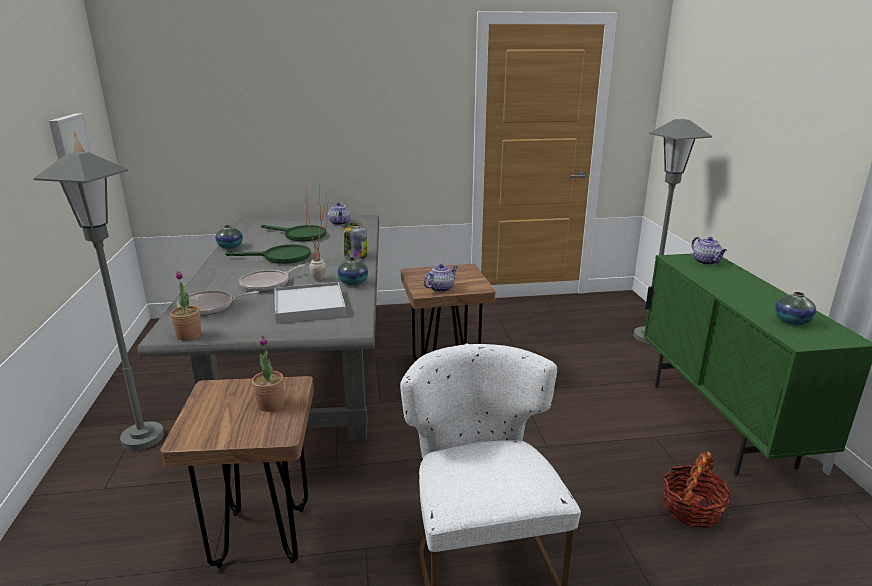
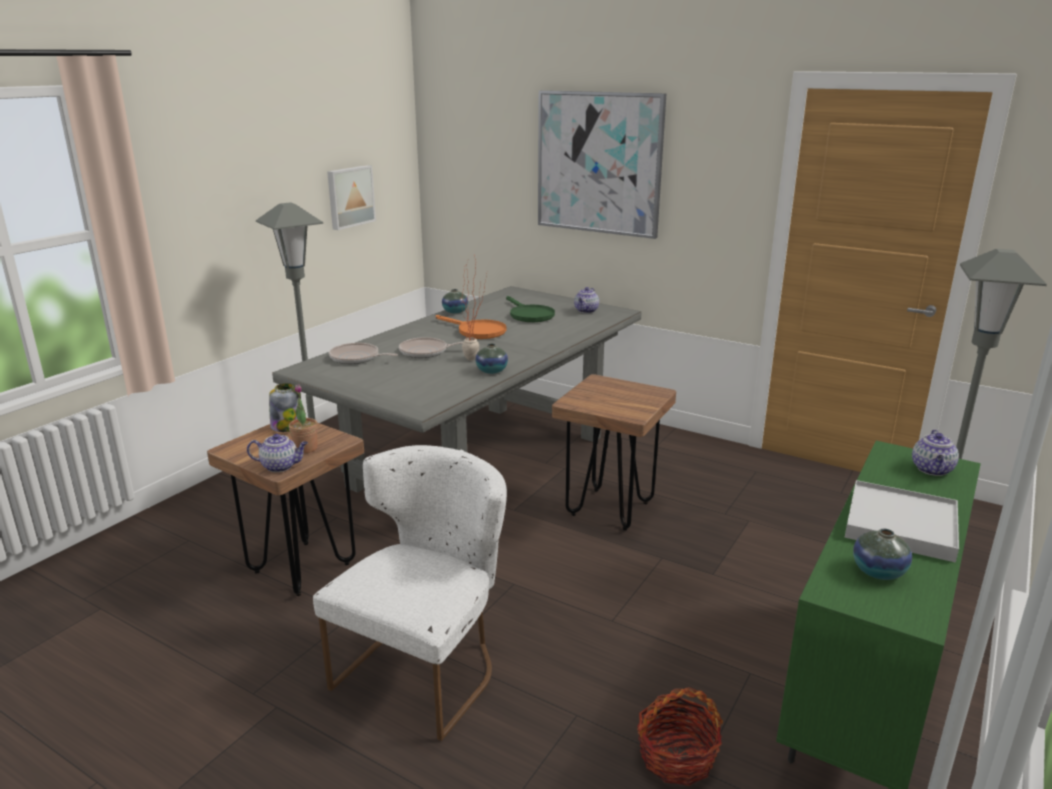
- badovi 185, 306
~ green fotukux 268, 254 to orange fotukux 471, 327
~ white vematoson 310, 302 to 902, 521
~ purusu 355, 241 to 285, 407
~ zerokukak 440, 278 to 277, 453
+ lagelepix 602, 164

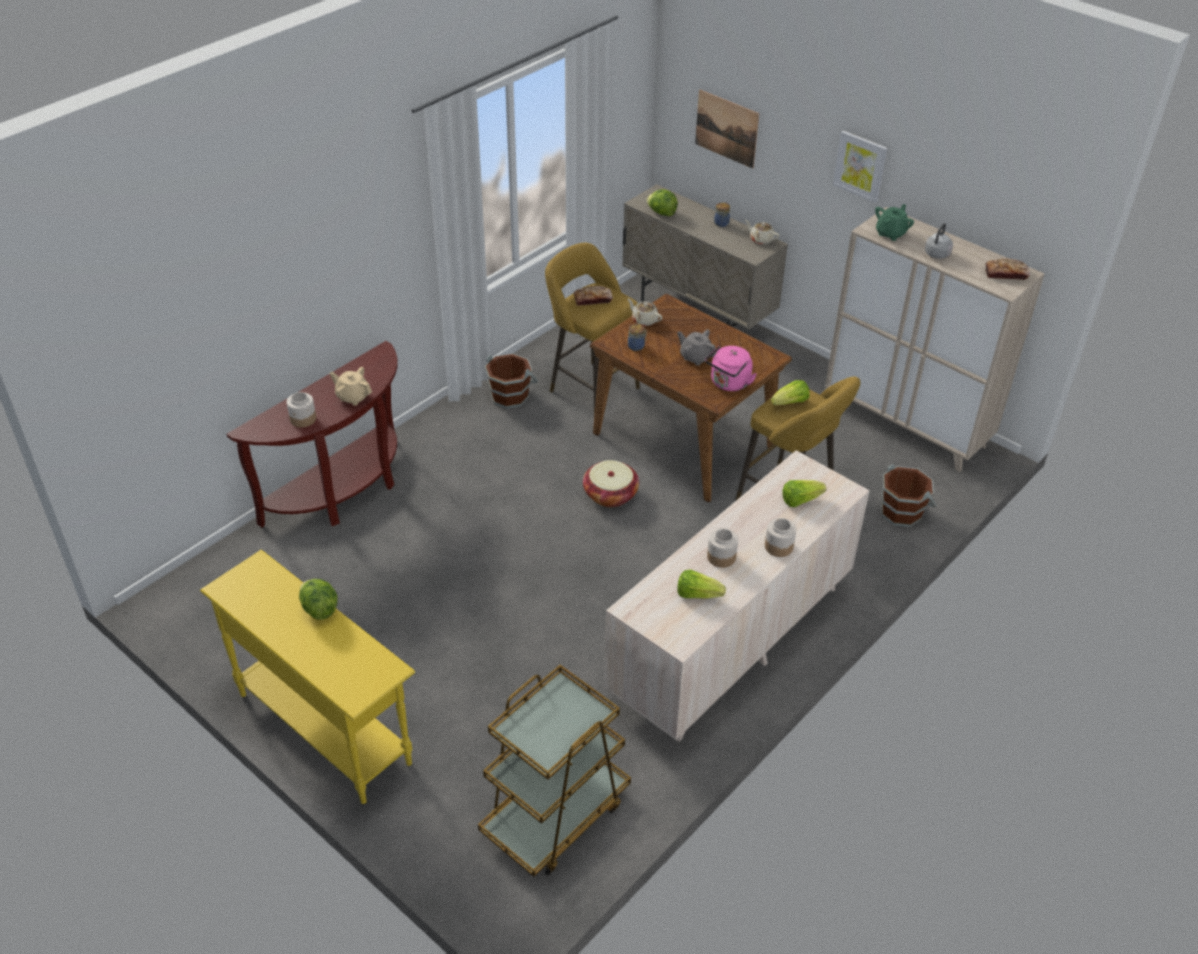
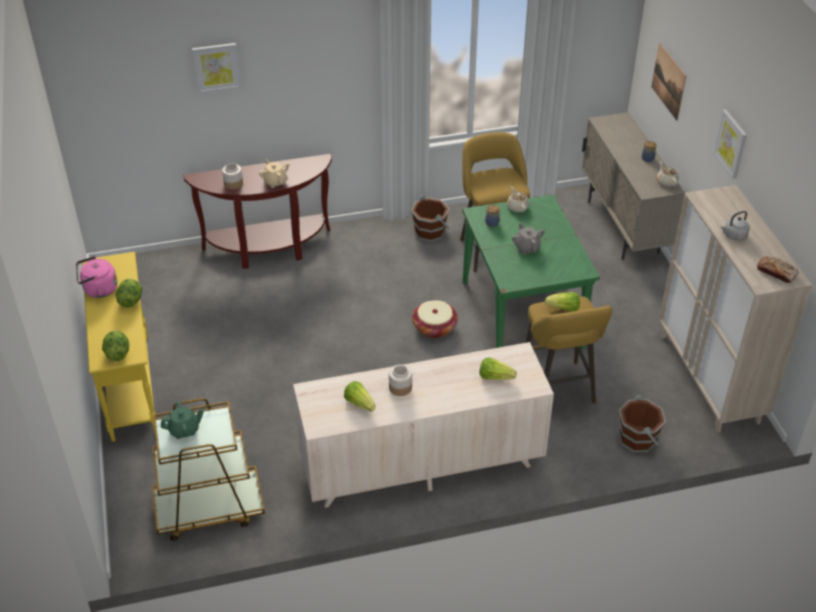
- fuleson 593, 296
~ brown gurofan 691, 398 to green gurofan 531, 271
~ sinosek 662, 202 to 115, 346
~ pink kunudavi 731, 368 to 96, 277
- purusu 780, 537
~ green zerokukak 894, 222 to 182, 420
+ lagelepix 216, 68

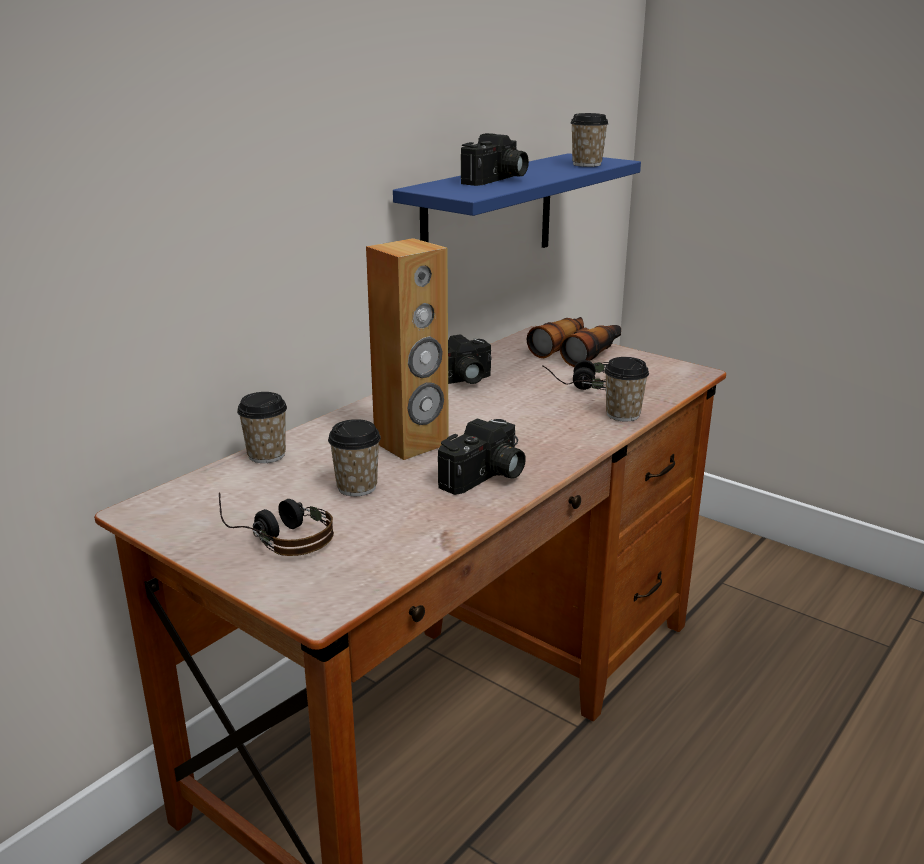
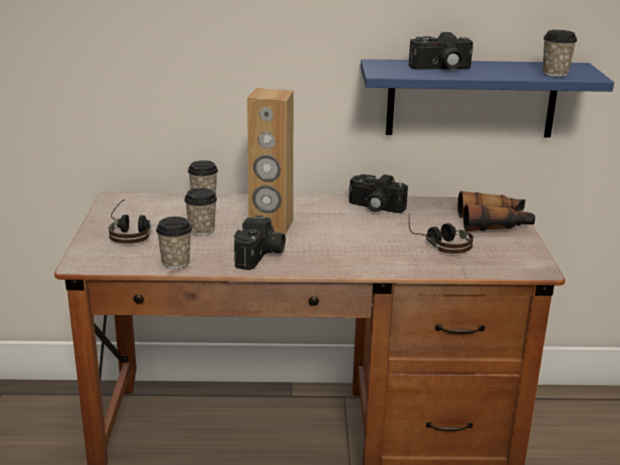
~ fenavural 482, 456 = 260, 243 75 degrees counterclockwise
~ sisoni 626, 389 to 174, 243

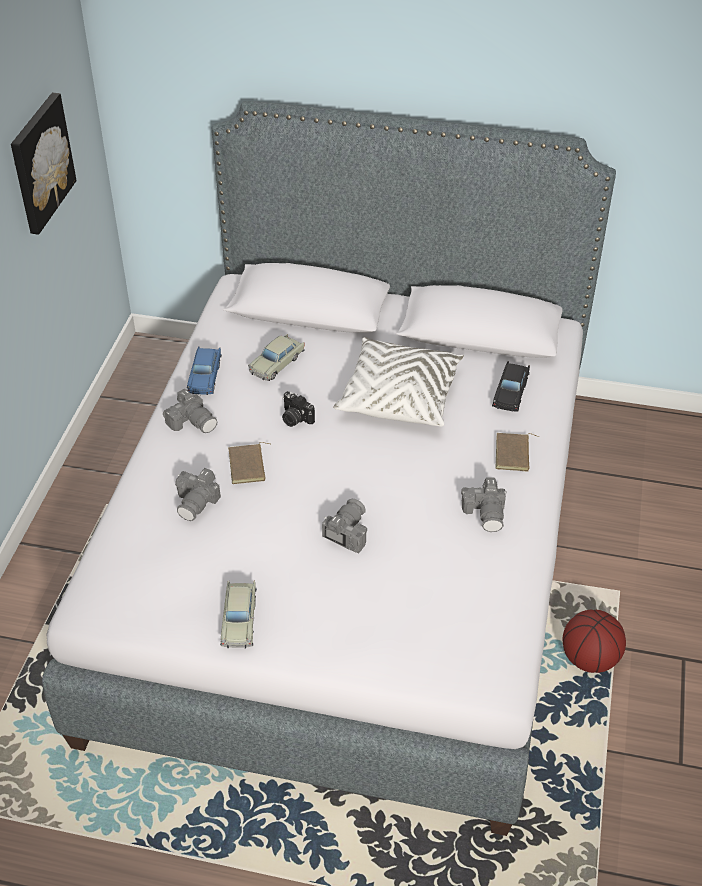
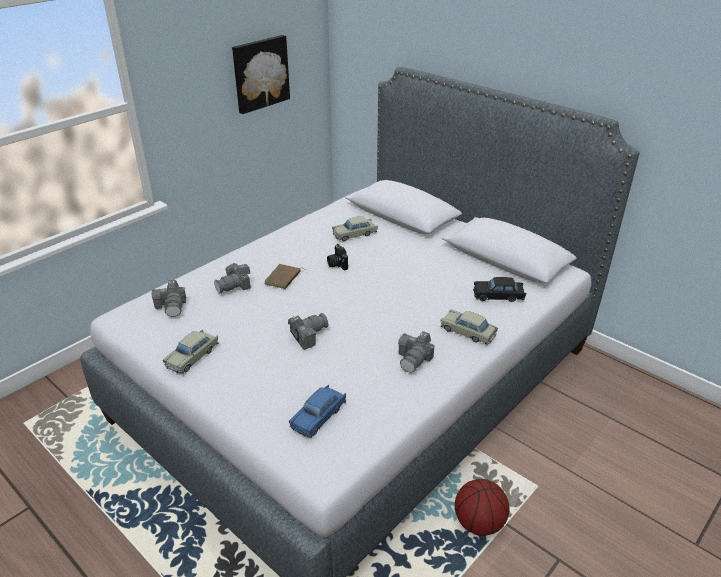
~ fenavural 190, 411 to 169, 298
~ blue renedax 204, 370 to 317, 411
- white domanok 398, 382
~ black renedax 511, 386 = 499, 289 45 degrees clockwise
~ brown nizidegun 517, 452 to beige renedax 469, 327

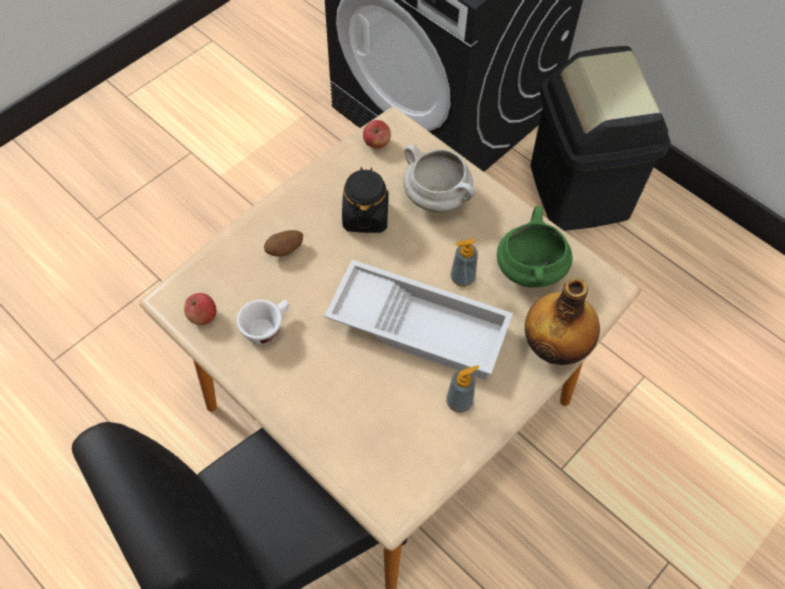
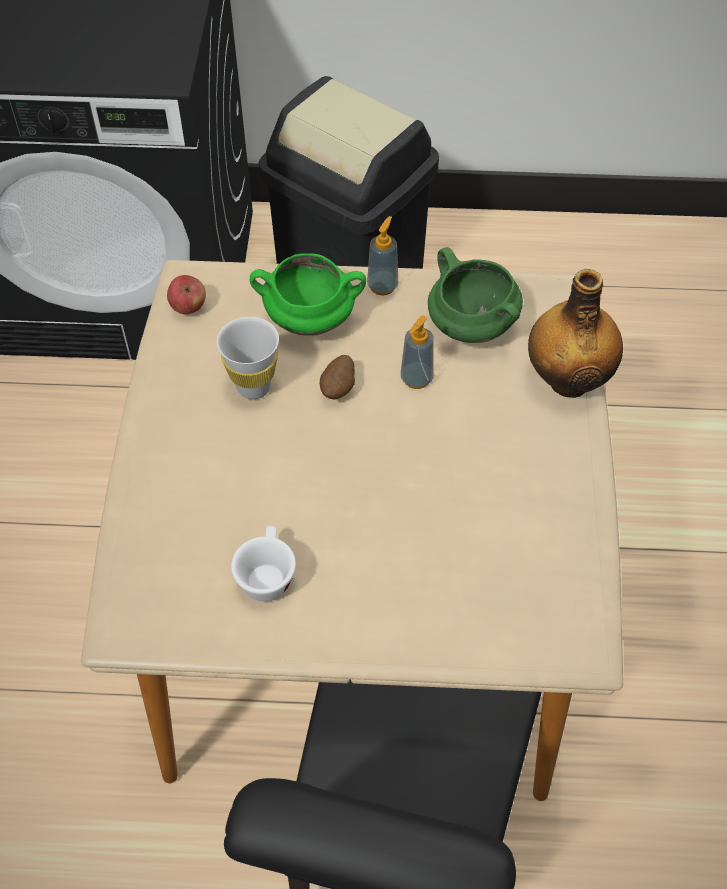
- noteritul 200, 309
~ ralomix 283, 243 to 337, 377
- white vematoson 418, 320
~ black purusu 365, 200 to white sisoni 248, 358
~ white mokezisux 439, 178 to green mokezisux 308, 294
~ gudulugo 462, 389 to 382, 256

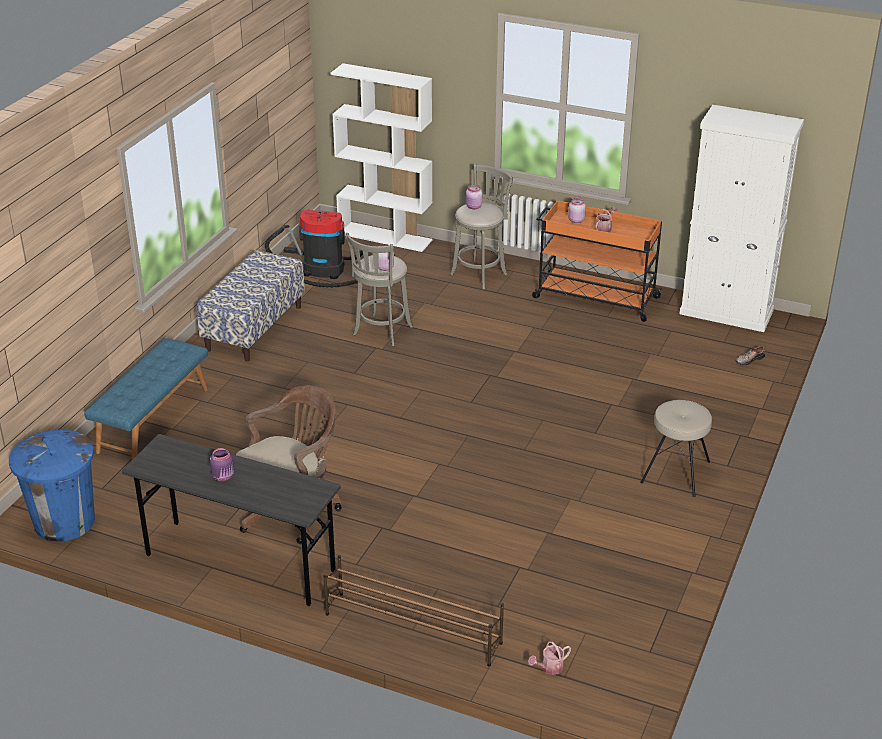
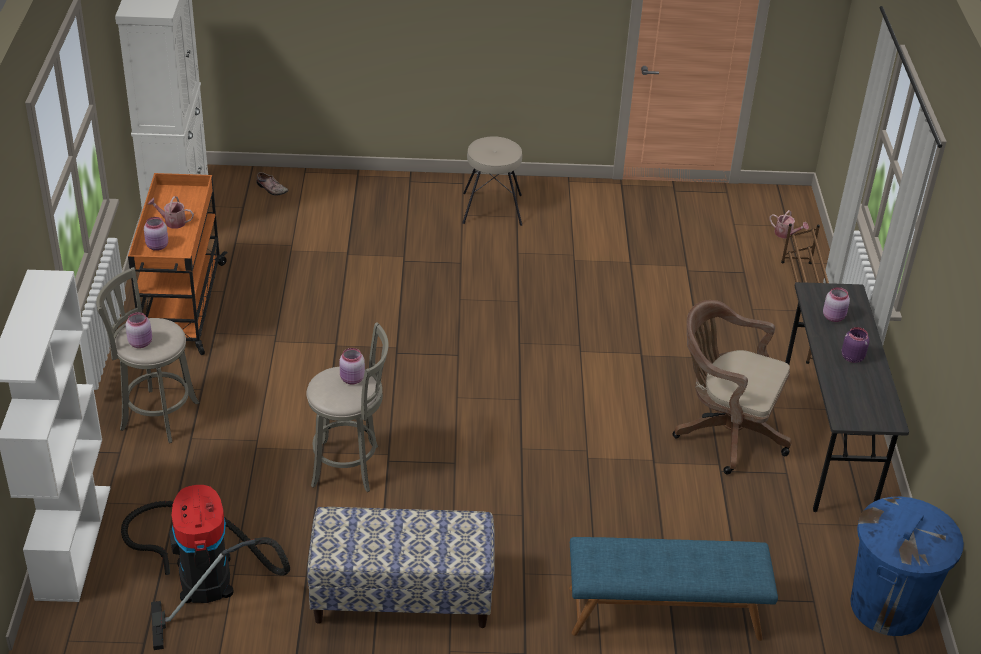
+ pink purusu 836, 304

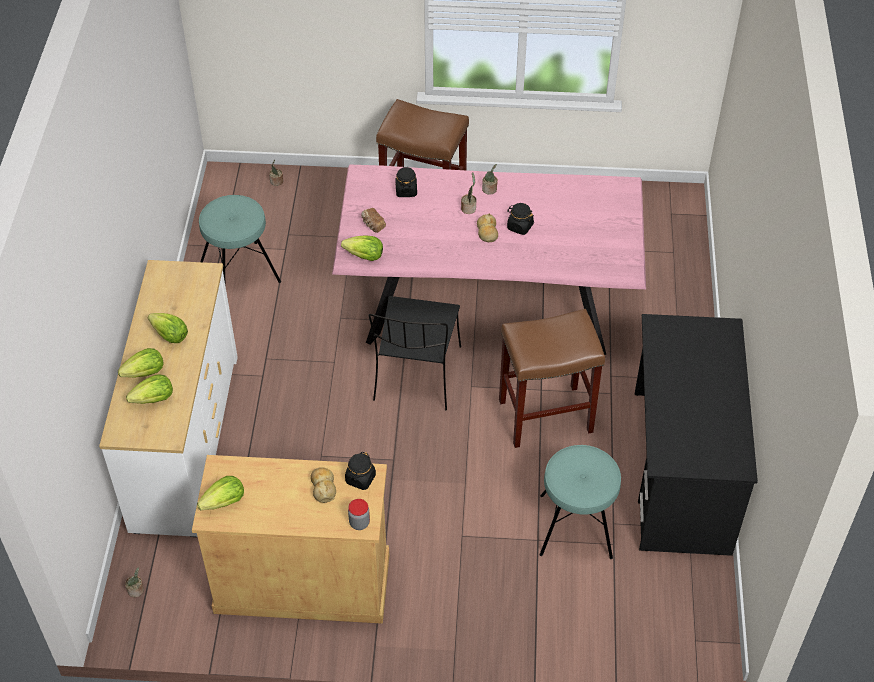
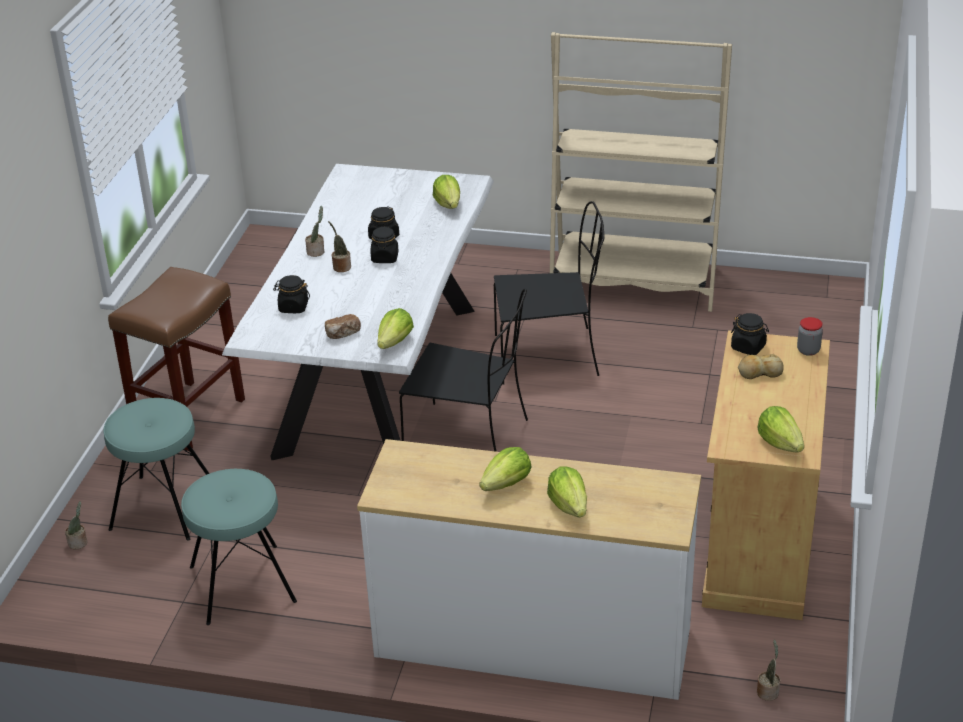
~ sinosek 149, 389 to 446, 192
~ pink gurofan 489, 259 to white gurofan 358, 312
~ fuleson 487, 228 to black purusu 385, 244
~ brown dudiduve 552, 378 to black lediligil 549, 293
~ turquoise dudiduve 580, 502 to 156, 469
~ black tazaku 696, 435 to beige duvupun 641, 172

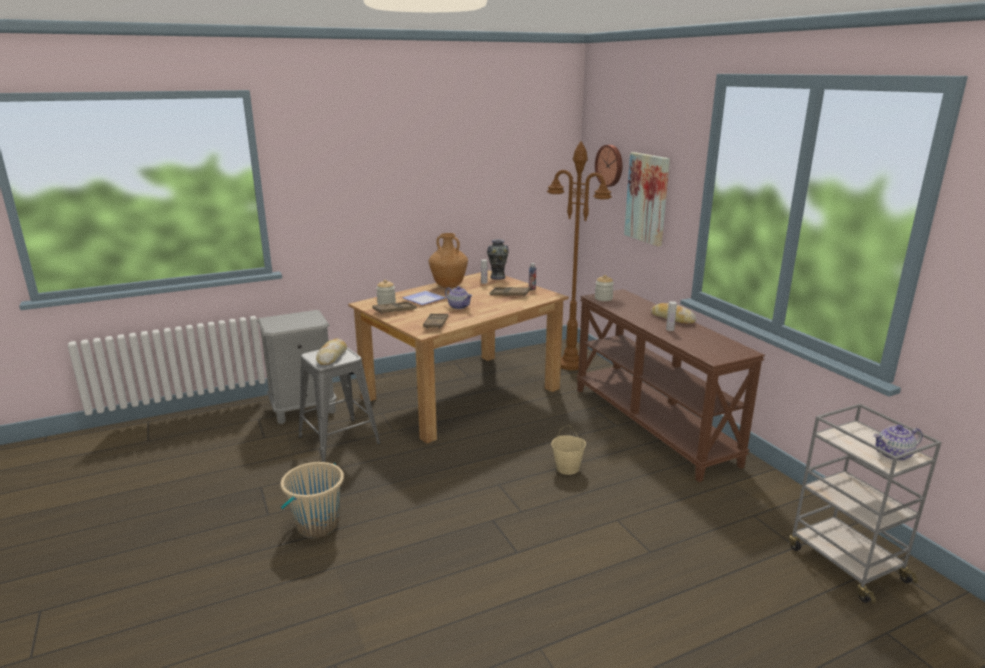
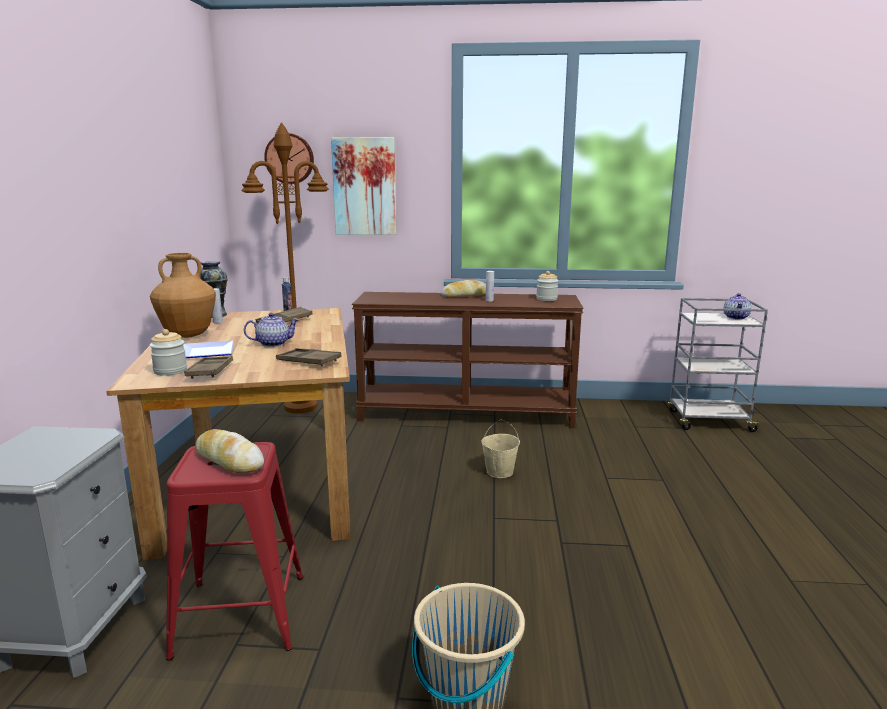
~ grey dudiduve 339, 404 to red dudiduve 234, 551
~ purusu 604, 288 to 547, 286

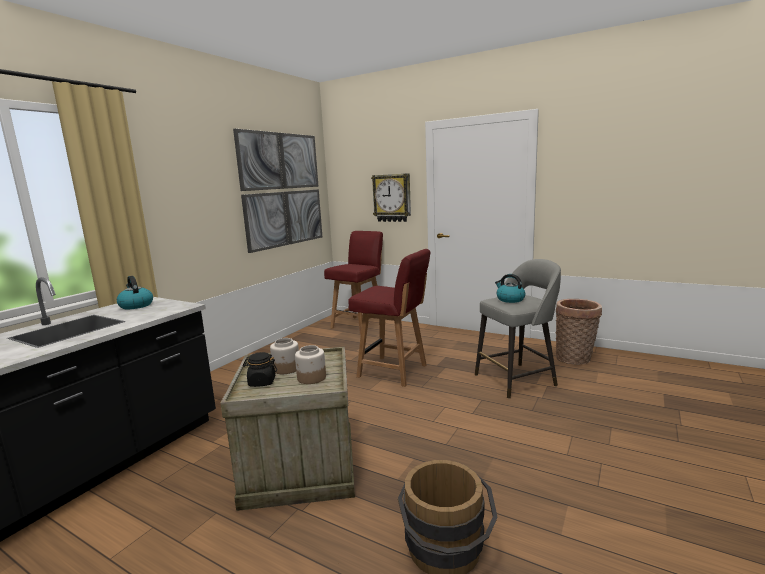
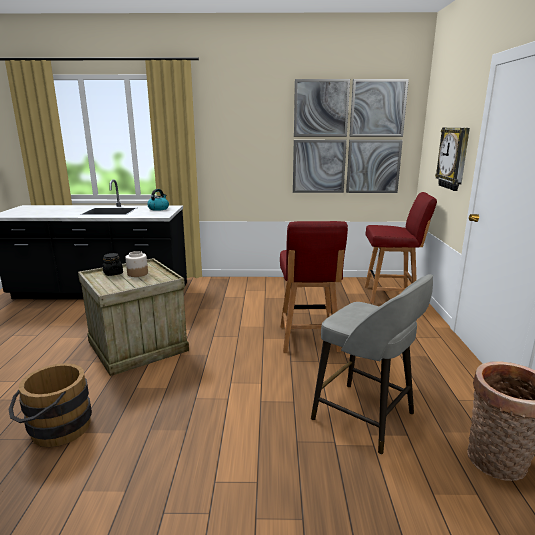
- purusu 310, 364
- kunudavi 510, 288

